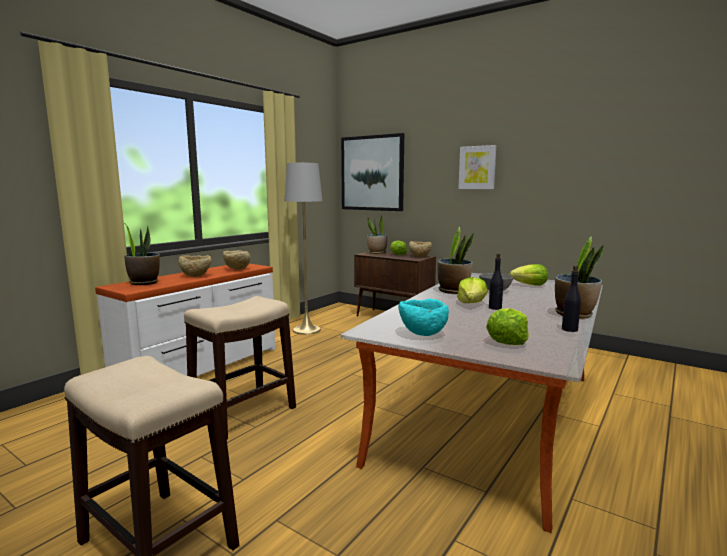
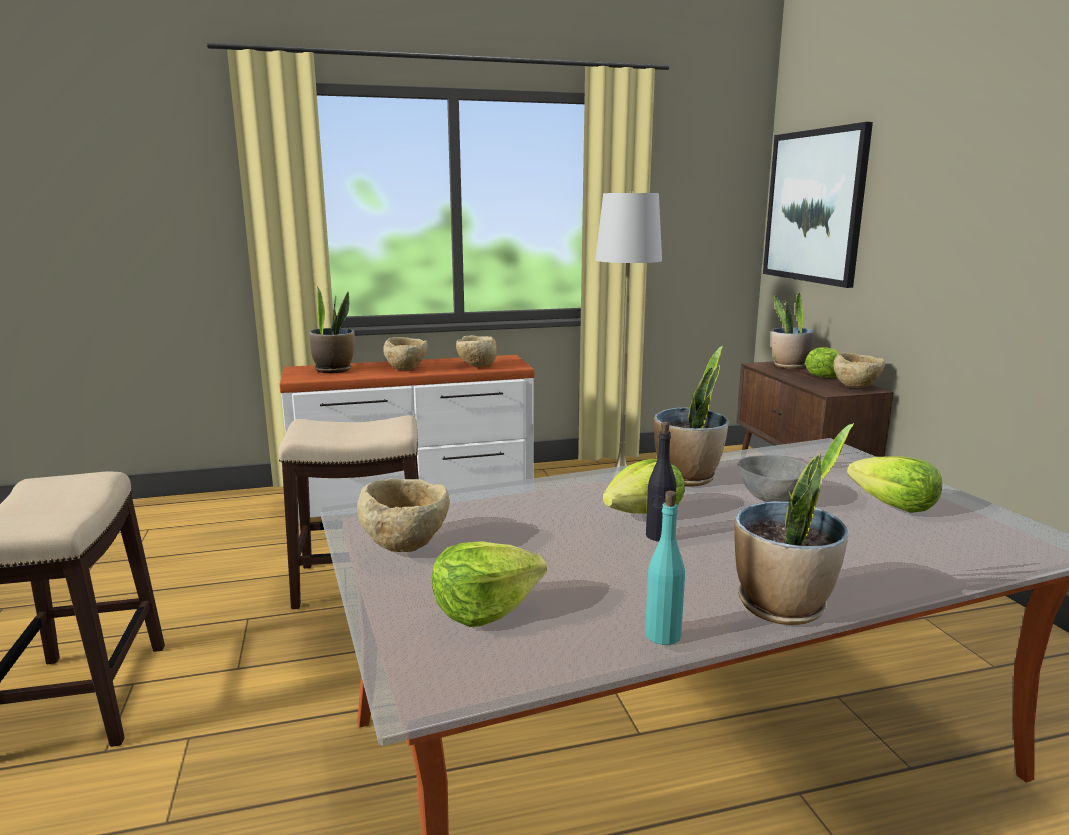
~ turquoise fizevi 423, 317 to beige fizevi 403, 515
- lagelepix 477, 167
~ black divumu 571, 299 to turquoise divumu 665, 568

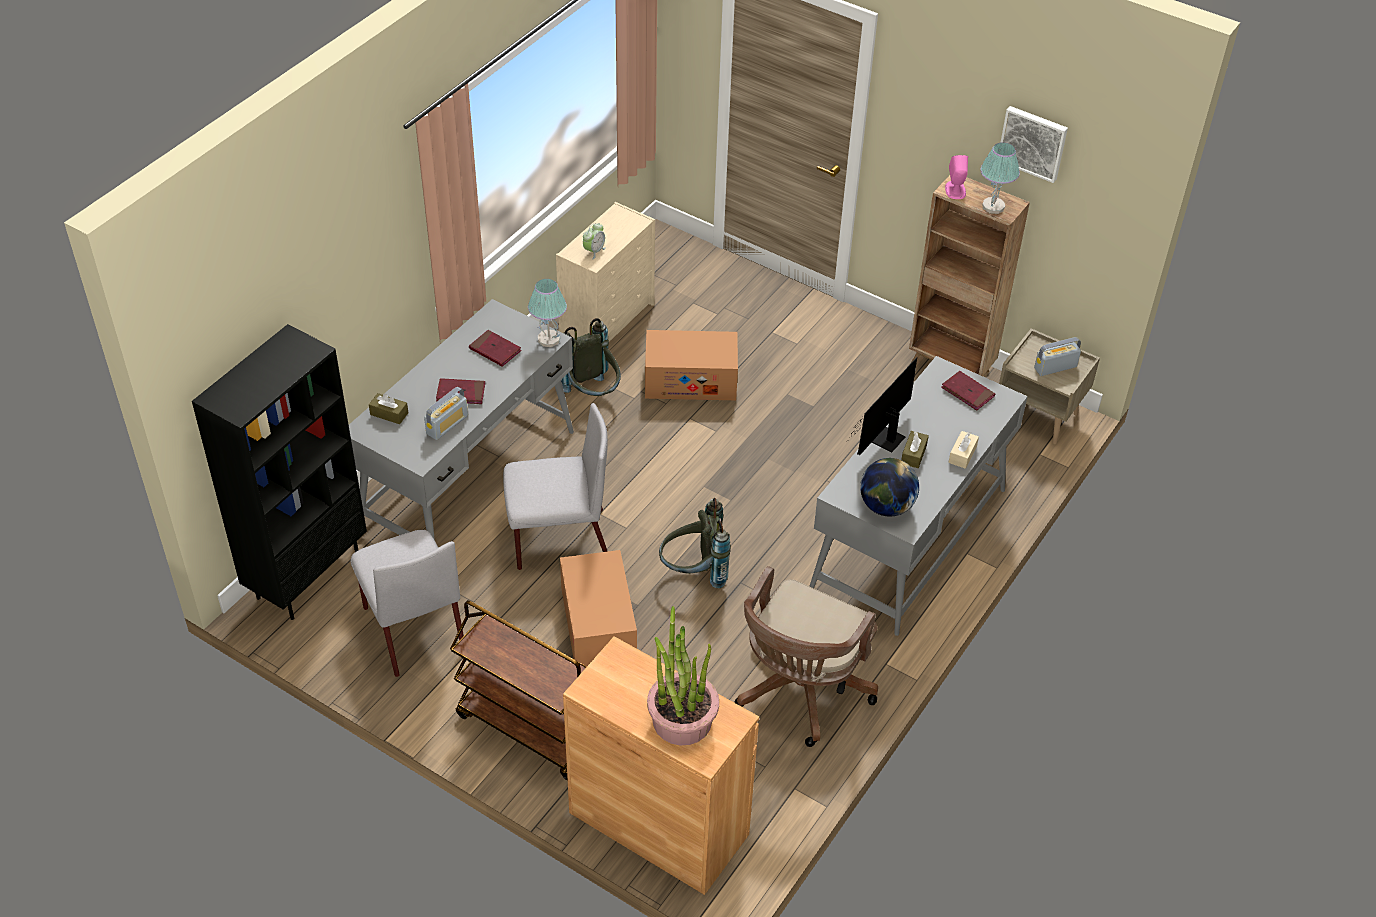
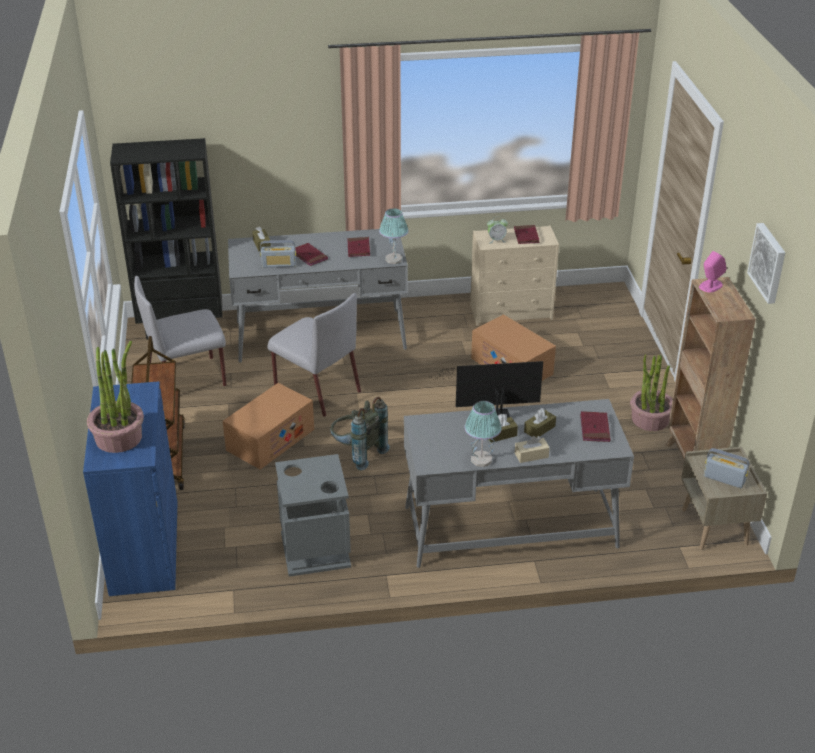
~ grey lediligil 407, 603 = 180, 331 45 degrees clockwise
- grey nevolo 591, 357
~ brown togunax 661, 765 to blue togunax 130, 488
~ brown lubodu 806, 656 to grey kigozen 313, 515
- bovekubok 889, 487
~ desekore 1000, 178 to 483, 434
+ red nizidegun 527, 234
+ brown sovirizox 540, 423
+ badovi 651, 392

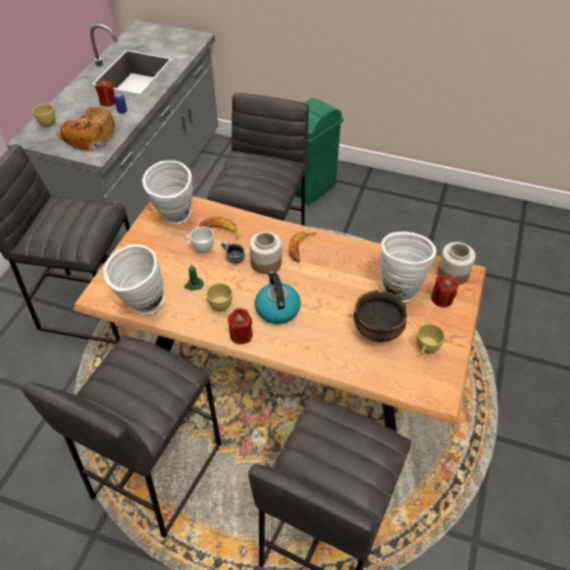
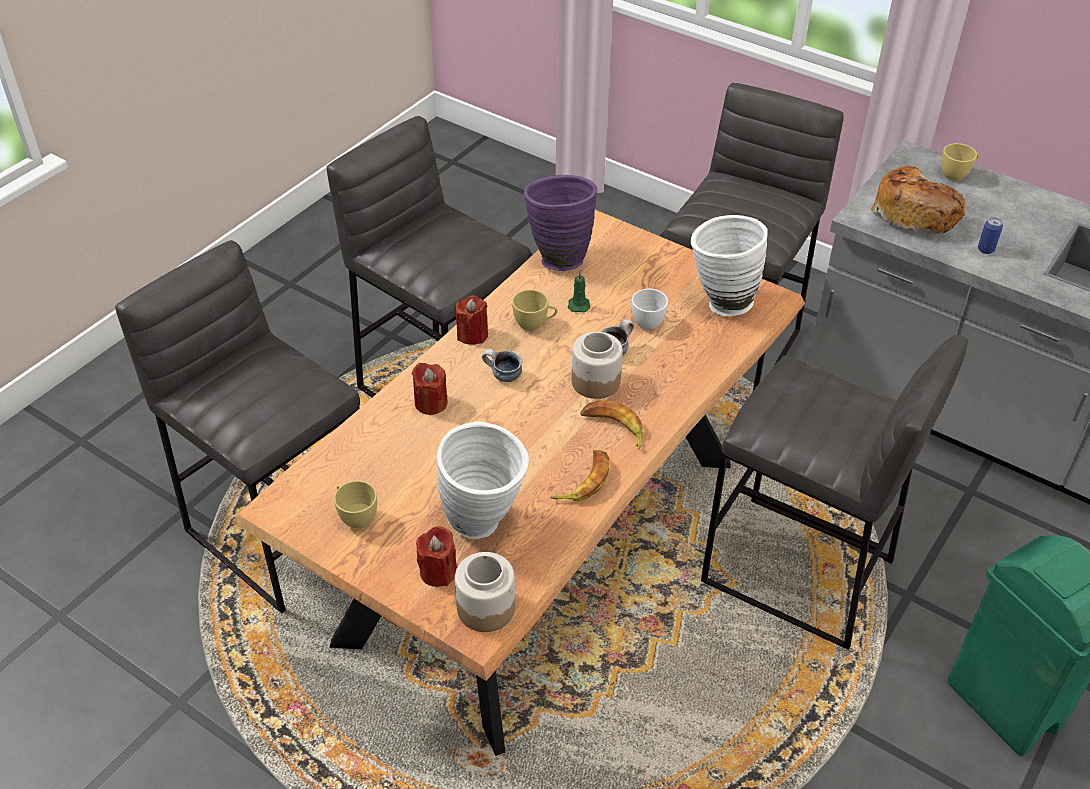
~ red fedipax 105, 93 to 430, 389
~ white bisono 133, 279 to purple bisono 560, 223
~ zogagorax 219, 228 to 580, 475
~ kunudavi 278, 297 to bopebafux 502, 365
- fizevi 380, 316

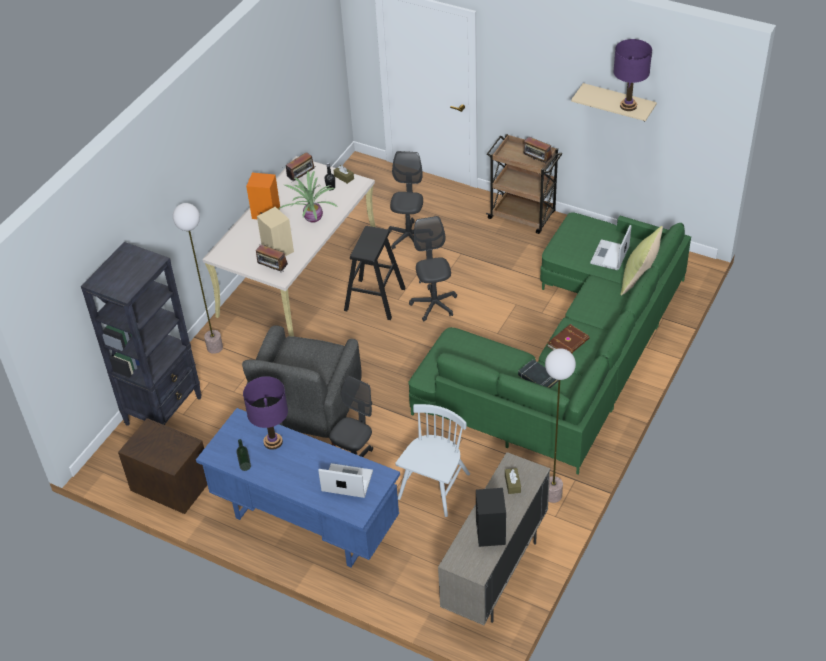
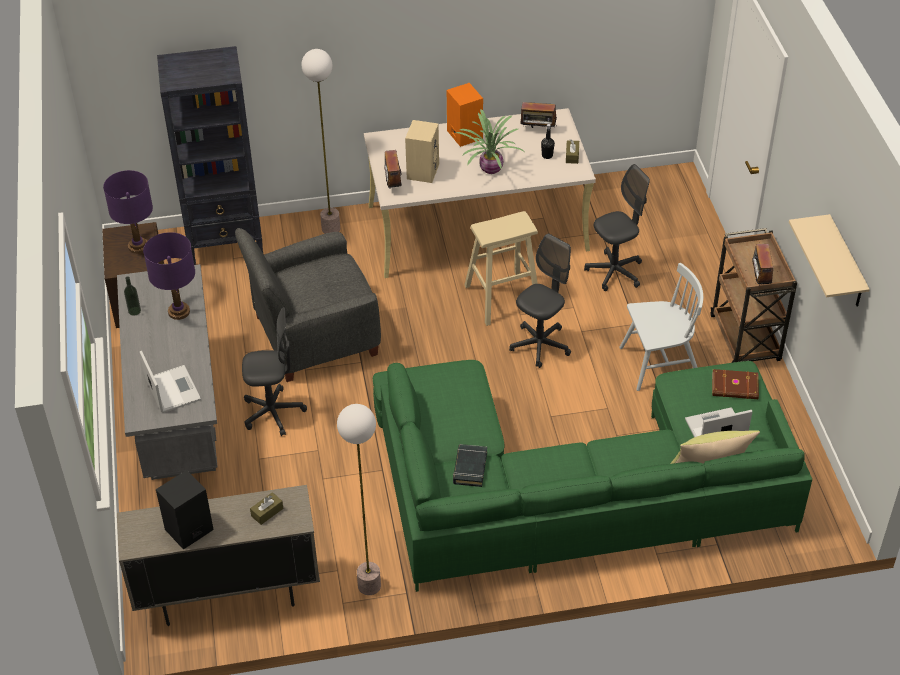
~ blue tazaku 298, 487 to grey tazaku 167, 372
~ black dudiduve 374, 273 to beige dudiduve 501, 268
~ white lediligil 432, 460 to 661, 327
~ brown nizidegun 568, 338 to 735, 384
~ purple desekore 632, 75 to 128, 212

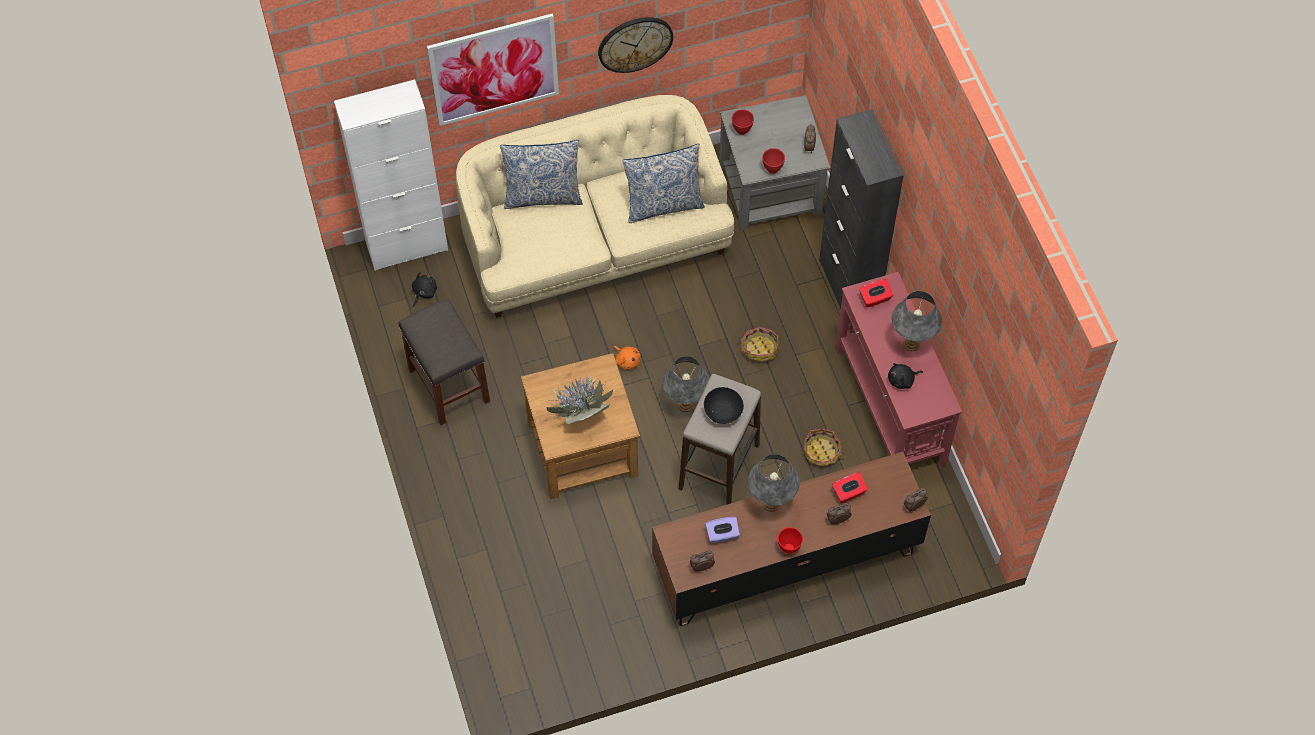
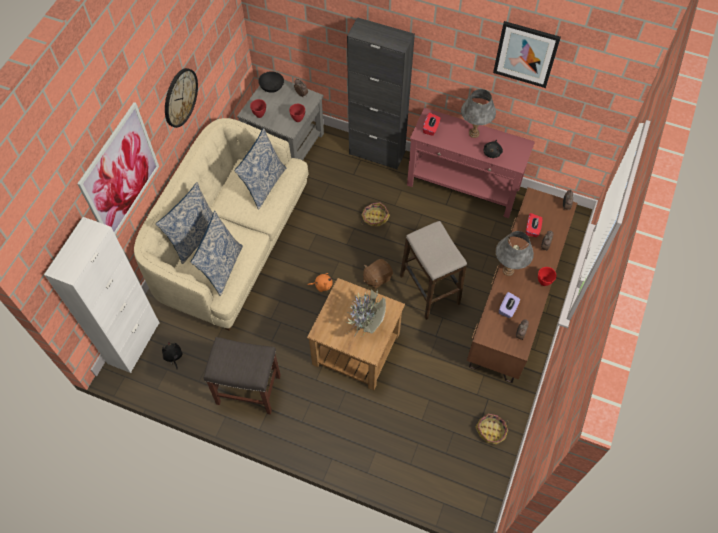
~ grey desekore 685, 384 to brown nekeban 378, 274
~ black fizevi 724, 405 to 271, 82
~ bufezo 824, 447 to 491, 429
+ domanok 217, 253
+ lagelepix 527, 54

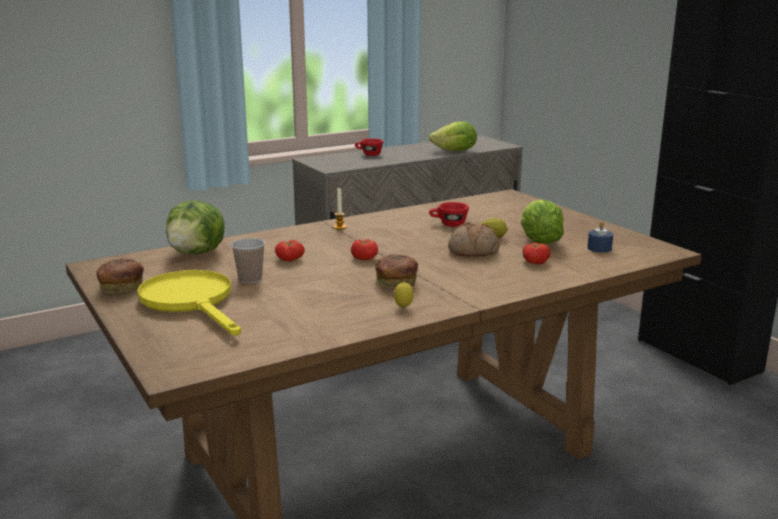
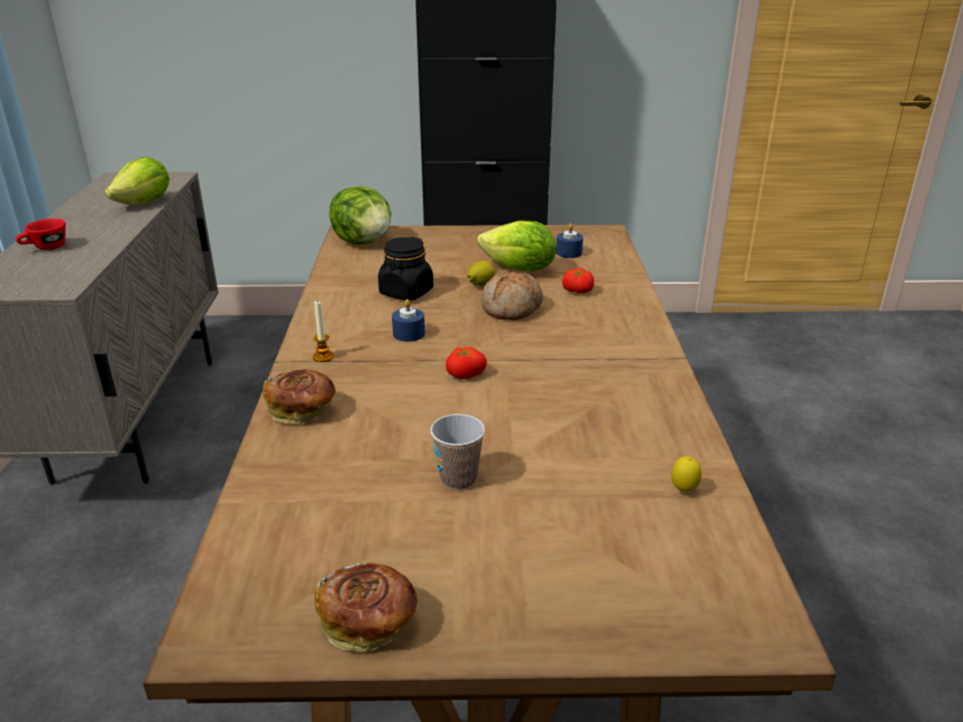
- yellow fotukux 189, 302
~ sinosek 195, 227 to 360, 216
- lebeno 290, 251
~ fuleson 396, 271 to 299, 396
~ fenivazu 403, 295 to 686, 474
~ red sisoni 449, 214 to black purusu 405, 269
+ blue fedipax 408, 320

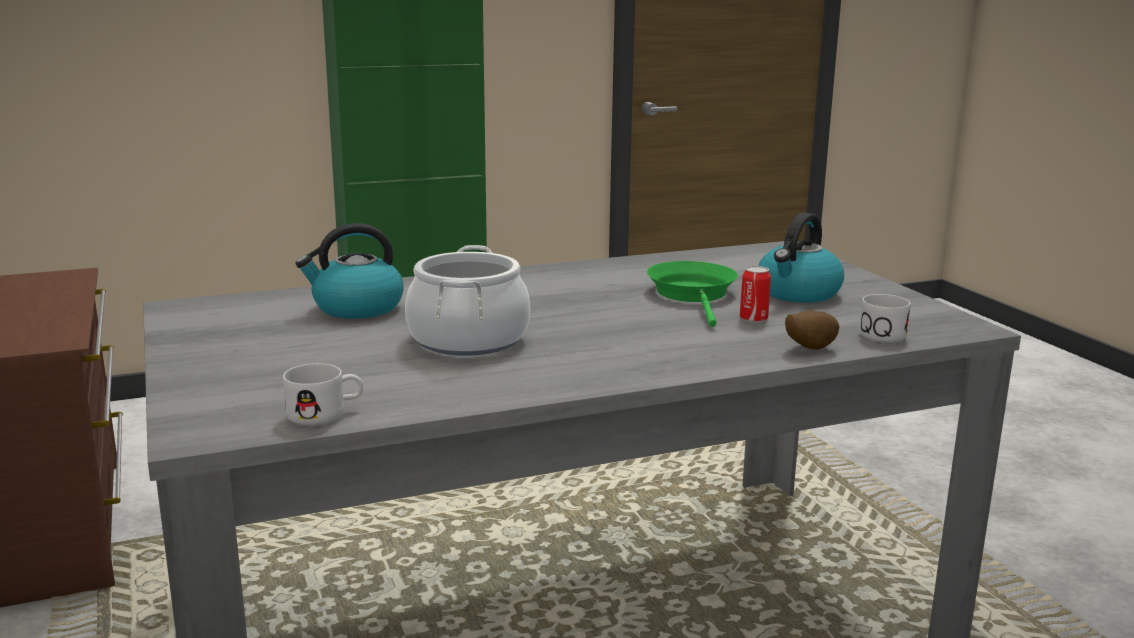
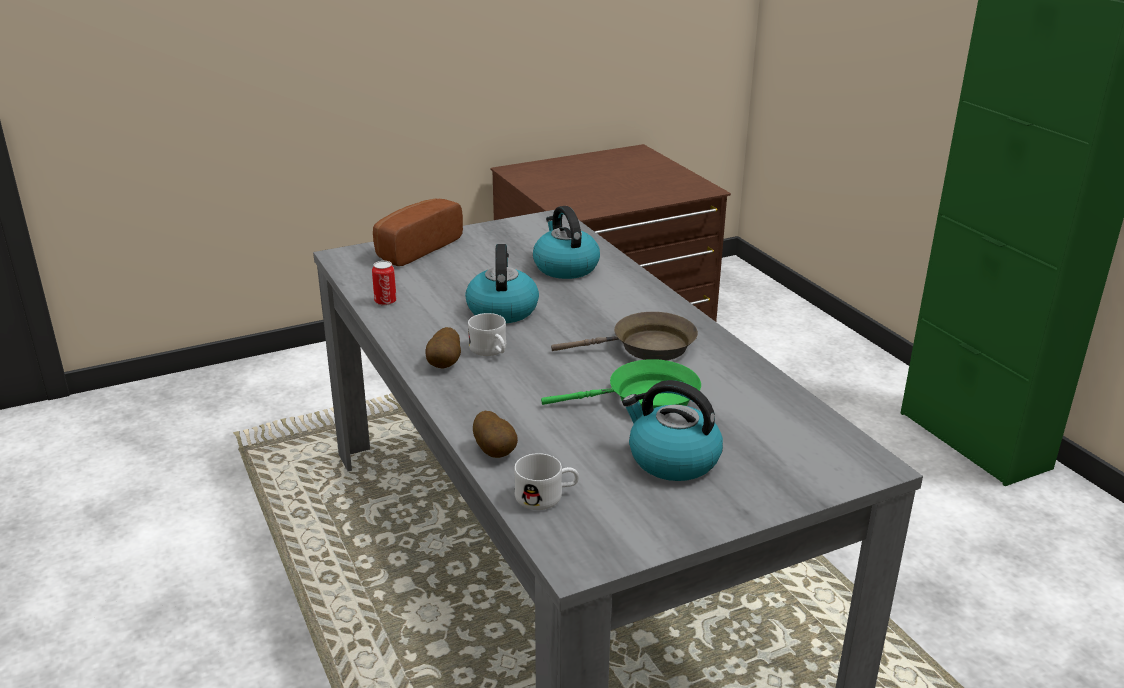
~ white bopebafux 323, 394 to 487, 334
~ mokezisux 467, 300 to kunudavi 502, 283
~ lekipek 755, 294 to 384, 283
+ fuleson 418, 232
+ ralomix 443, 348
+ brown fotukux 624, 336

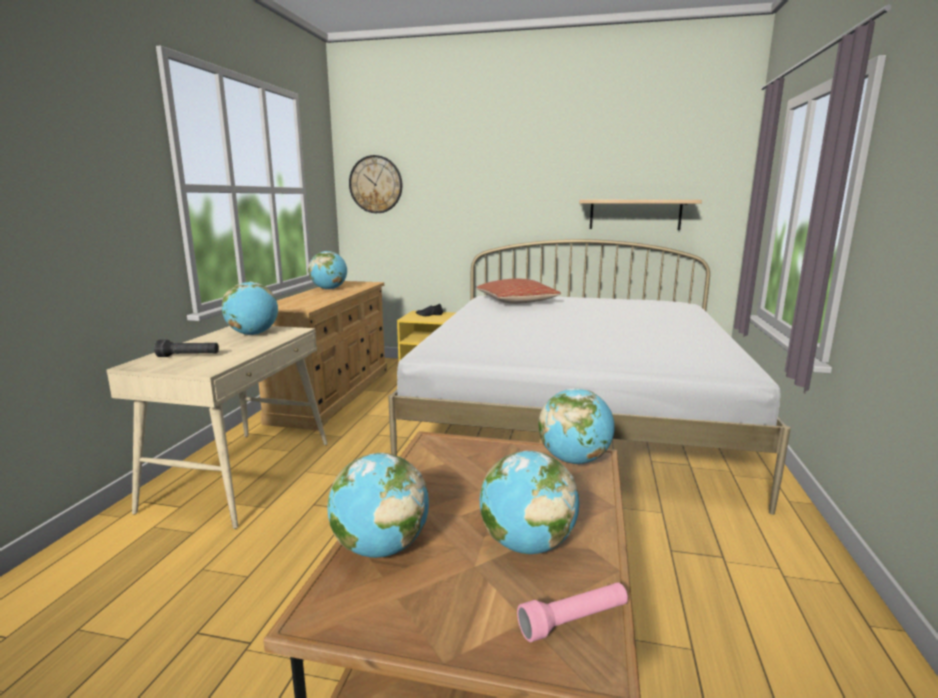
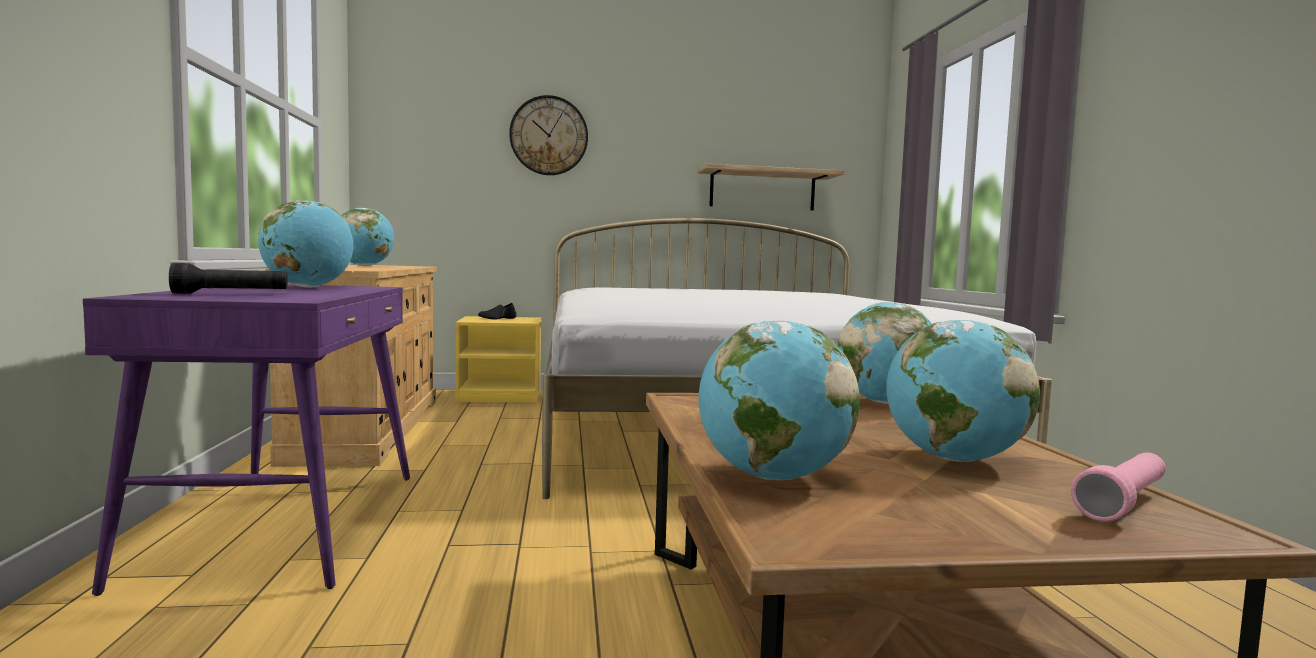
~ beige tazaku 217, 427 to purple tazaku 246, 440
~ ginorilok 375, 184 to 548, 135
- domanok 518, 291

